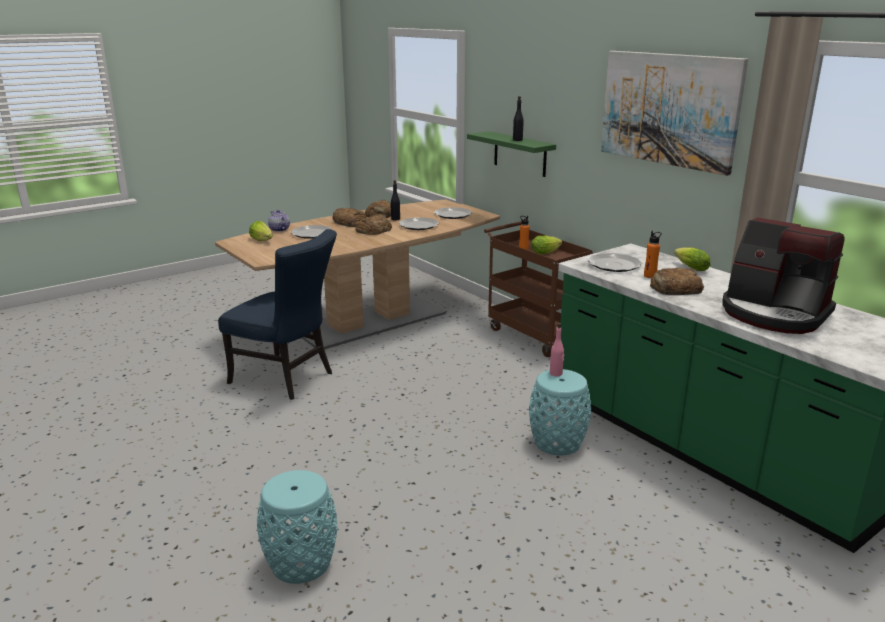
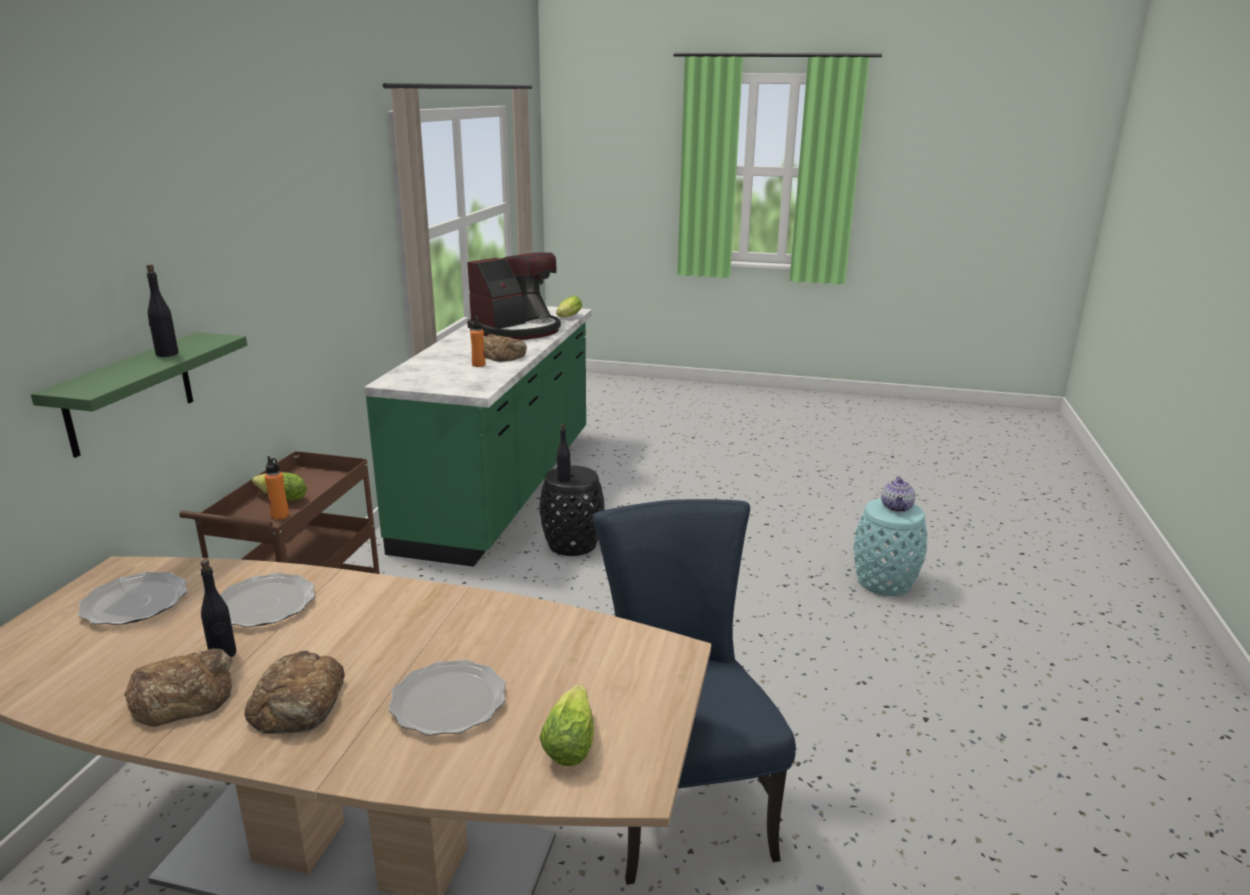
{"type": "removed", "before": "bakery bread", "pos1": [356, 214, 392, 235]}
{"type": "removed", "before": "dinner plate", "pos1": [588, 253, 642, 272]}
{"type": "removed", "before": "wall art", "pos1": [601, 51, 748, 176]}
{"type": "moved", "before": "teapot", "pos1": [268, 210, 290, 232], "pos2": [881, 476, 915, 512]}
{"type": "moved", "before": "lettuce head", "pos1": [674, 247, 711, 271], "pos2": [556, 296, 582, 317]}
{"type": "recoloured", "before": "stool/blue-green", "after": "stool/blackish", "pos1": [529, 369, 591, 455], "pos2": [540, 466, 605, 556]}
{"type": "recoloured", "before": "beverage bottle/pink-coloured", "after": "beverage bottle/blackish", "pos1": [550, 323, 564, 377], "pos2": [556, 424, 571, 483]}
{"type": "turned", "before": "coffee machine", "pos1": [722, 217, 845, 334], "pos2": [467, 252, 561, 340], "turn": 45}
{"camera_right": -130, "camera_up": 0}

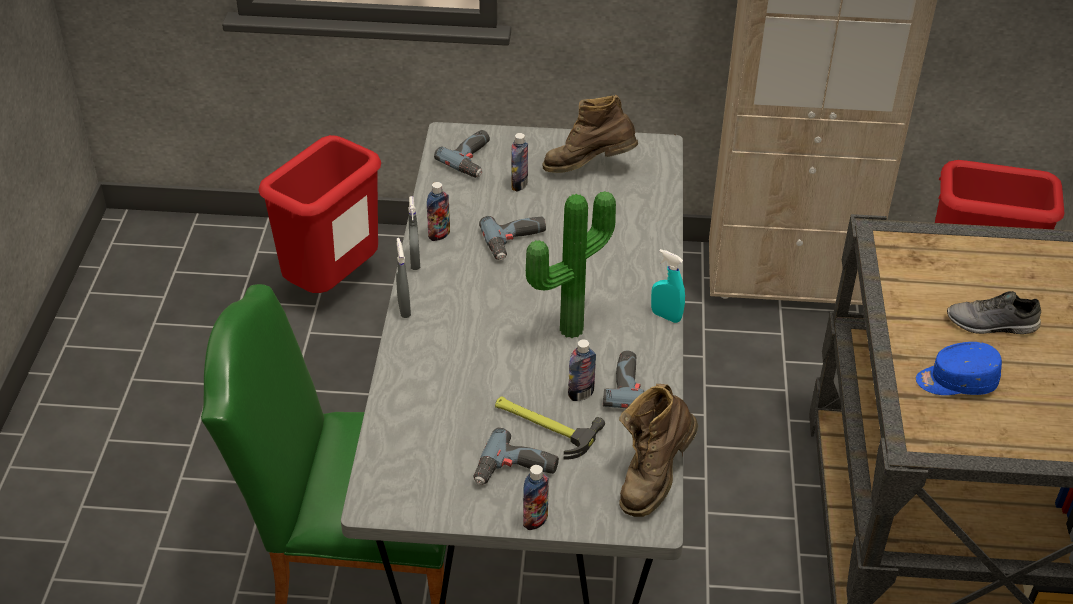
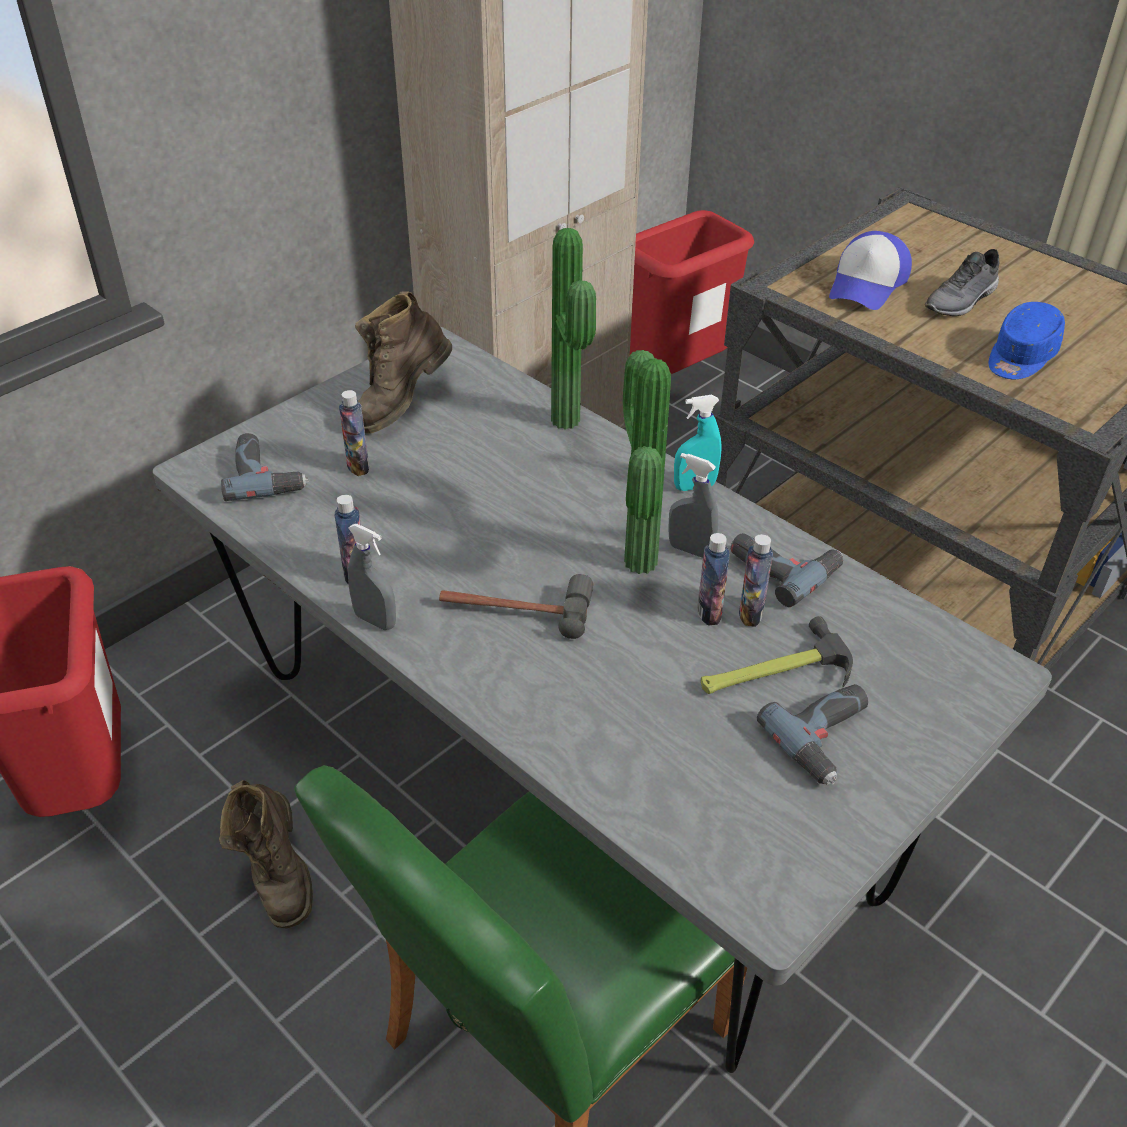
{"type": "removed", "before": "power drill", "pos1": [479, 216, 546, 260]}
{"type": "added", "after": "hammer", "pos2": [439, 574, 593, 639]}
{"type": "added", "after": "plant in a pot", "pos2": [551, 228, 596, 430]}
{"type": "added", "after": "peaked cap", "pos2": [829, 231, 912, 310]}
{"type": "moved", "before": "spray bottle/grey", "pos1": [396, 238, 411, 318], "pos2": [668, 453, 718, 558]}
{"type": "moved", "before": "beverage bottle", "pos1": [523, 465, 549, 530], "pos2": [697, 533, 730, 626]}
{"type": "moved", "before": "boot/brown", "pos1": [619, 384, 698, 517], "pos2": [219, 780, 313, 929]}
{"camera_right": -50, "camera_up": 0}

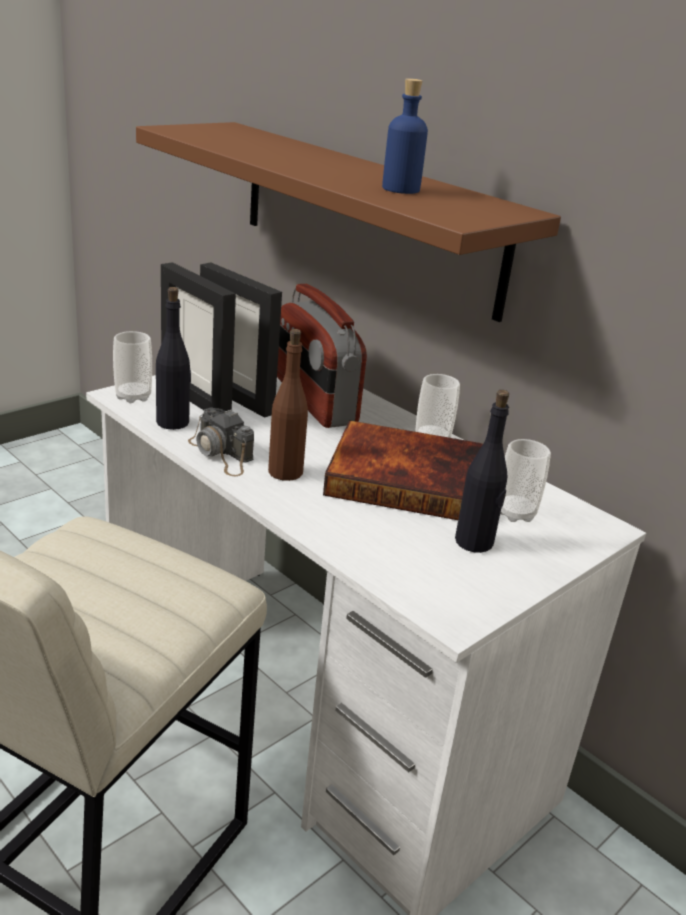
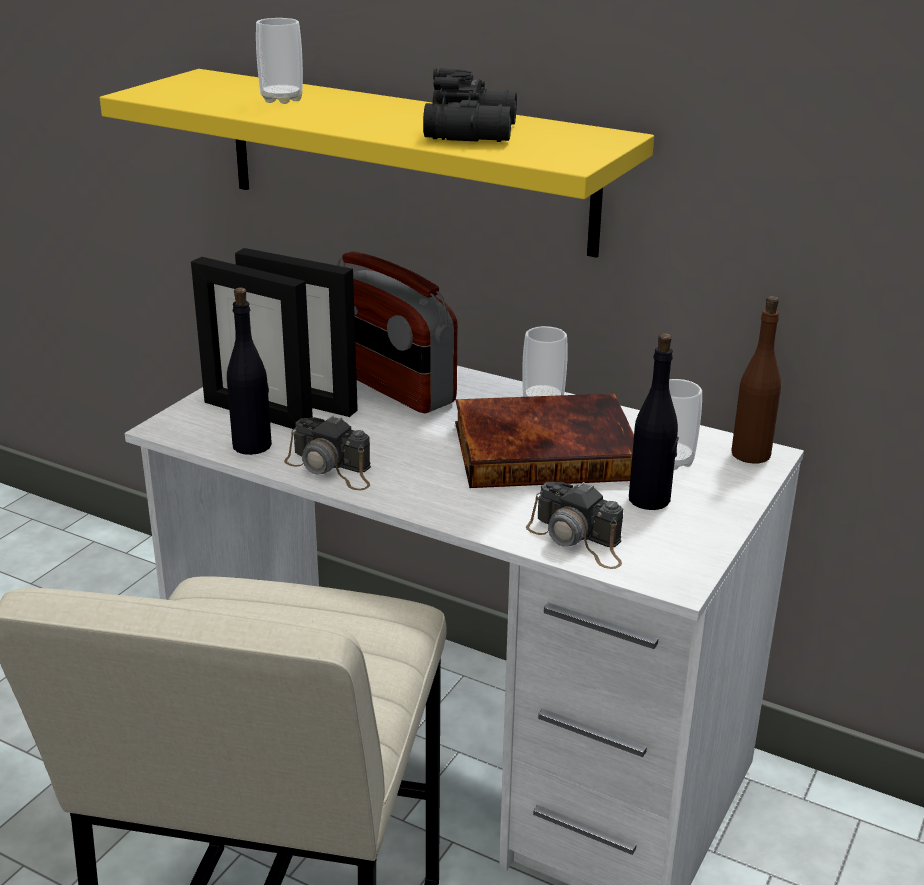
{"type": "added", "after": "photo camera", "pos2": [526, 482, 623, 569]}
{"type": "moved", "before": "drinking cup", "pos1": [113, 331, 152, 403], "pos2": [256, 18, 303, 104]}
{"type": "moved", "before": "beverage bottle/brown", "pos1": [268, 329, 308, 481], "pos2": [731, 296, 781, 464]}
{"type": "replaced", "before": "beverage bottle/blue", "after": "binoculars/blackish", "pos1": [382, 78, 428, 194], "pos2": [423, 68, 517, 142]}
{"type": "recoloured", "before": "wall shelf/brown", "after": "wall shelf/yellowish", "pos1": [136, 122, 561, 322], "pos2": [100, 69, 654, 258]}
{"camera_right": -15, "camera_up": 0}

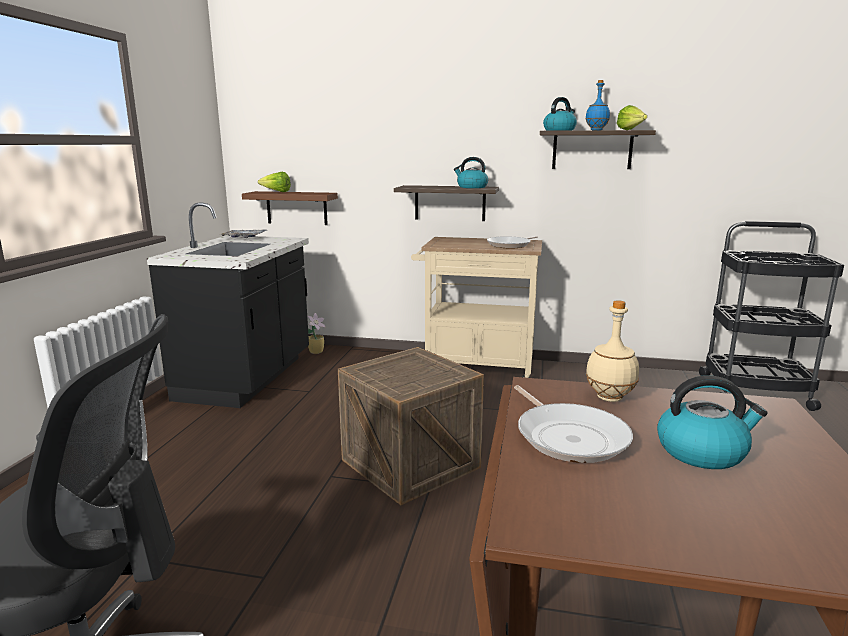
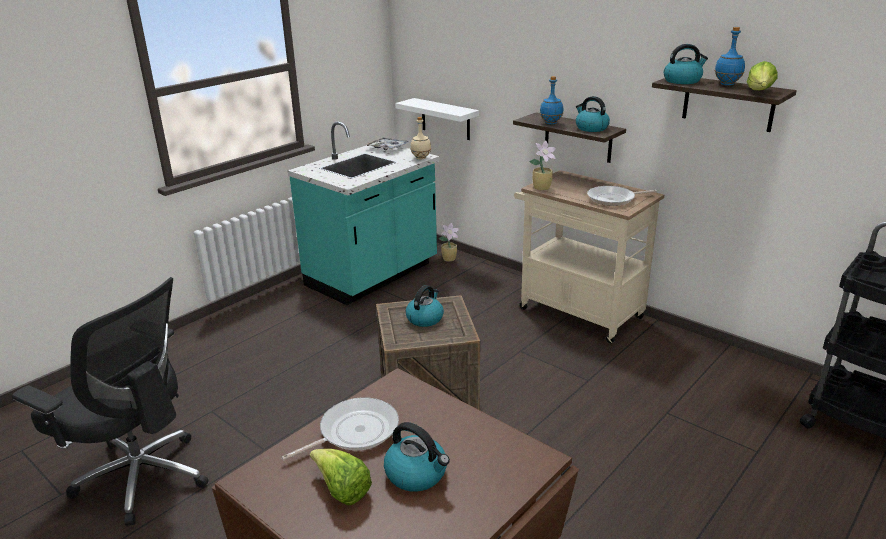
{"type": "added", "after": "water kettle", "pos2": [405, 285, 444, 327]}
{"type": "added", "after": "plant in a pot", "pos2": [529, 141, 556, 191]}
{"type": "added", "after": "beverage bottle/blue", "pos2": [540, 76, 563, 125]}
{"type": "moved", "before": "lettuce head", "pos1": [258, 172, 291, 192], "pos2": [310, 449, 372, 505]}
{"type": "moved", "before": "beverage bottle/beige-coloured", "pos1": [586, 300, 639, 402], "pos2": [411, 117, 431, 160]}
{"type": "recoloured", "before": "kitchen counter/blackish", "after": "kitchen counter/blue-green", "pos1": [147, 202, 309, 408], "pos2": [288, 122, 439, 305]}
{"type": "recoloured", "before": "wall shelf/brown", "after": "wall shelf/whitish", "pos1": [242, 191, 338, 225], "pos2": [395, 98, 479, 140]}
{"type": "turned", "before": "frying pan", "pos1": [514, 385, 633, 463], "pos2": [282, 397, 399, 460], "turn": -135}
{"camera_right": 30, "camera_up": 10}

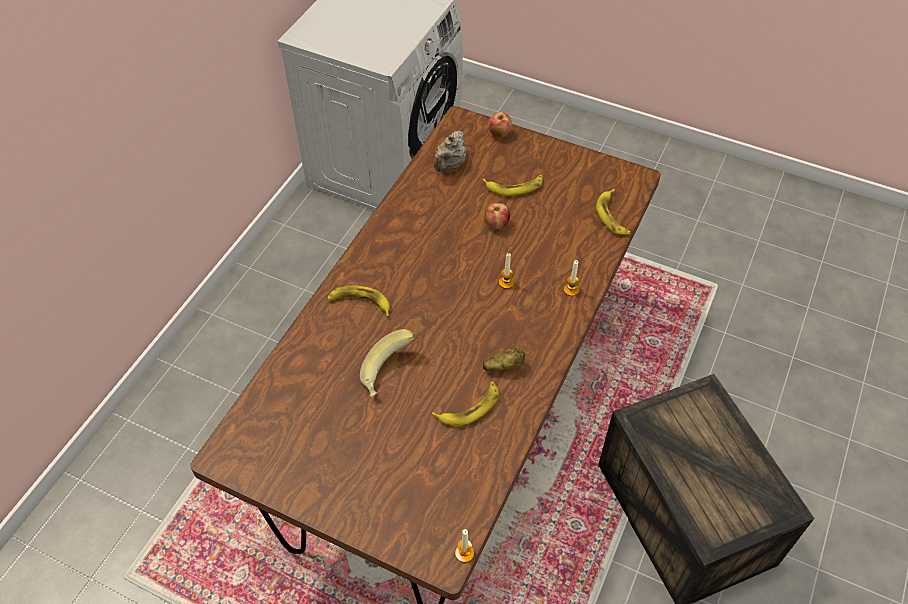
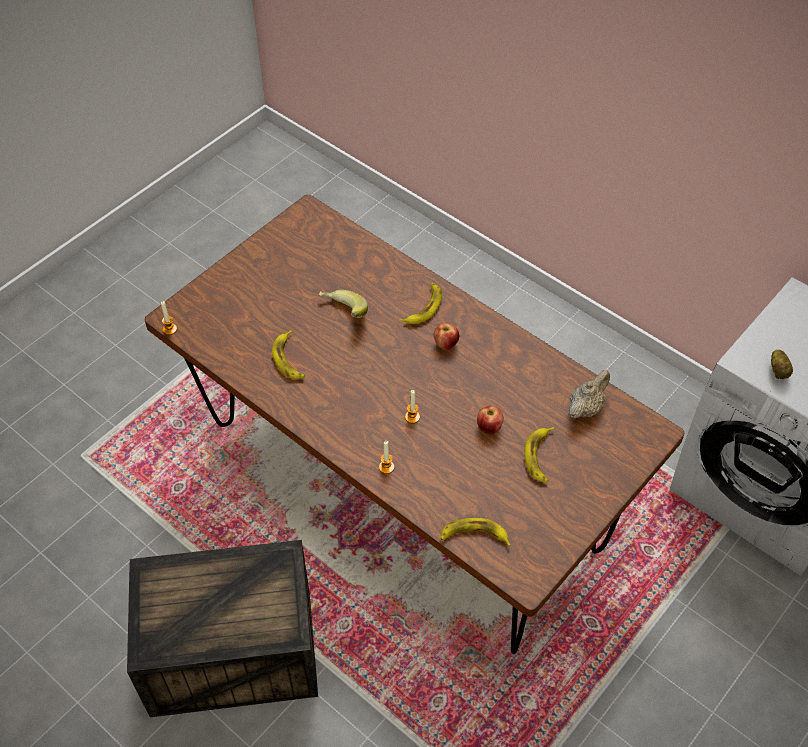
{"type": "moved", "before": "spud", "pos1": [483, 348, 525, 372], "pos2": [771, 350, 793, 379]}
{"type": "moved", "before": "apple", "pos1": [488, 112, 512, 138], "pos2": [434, 323, 459, 350]}
{"type": "turned", "before": "teapot/beige-coloured", "pos1": [434, 131, 466, 172], "pos2": [569, 370, 610, 419], "turn": 90}
{"camera_right": 105, "camera_up": 0}

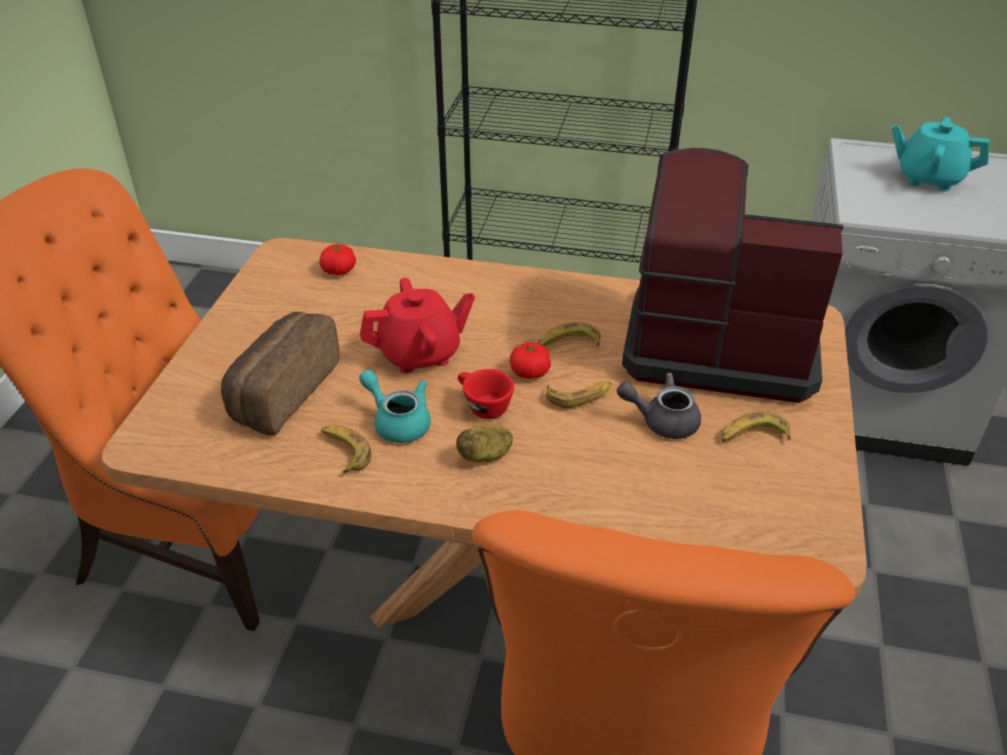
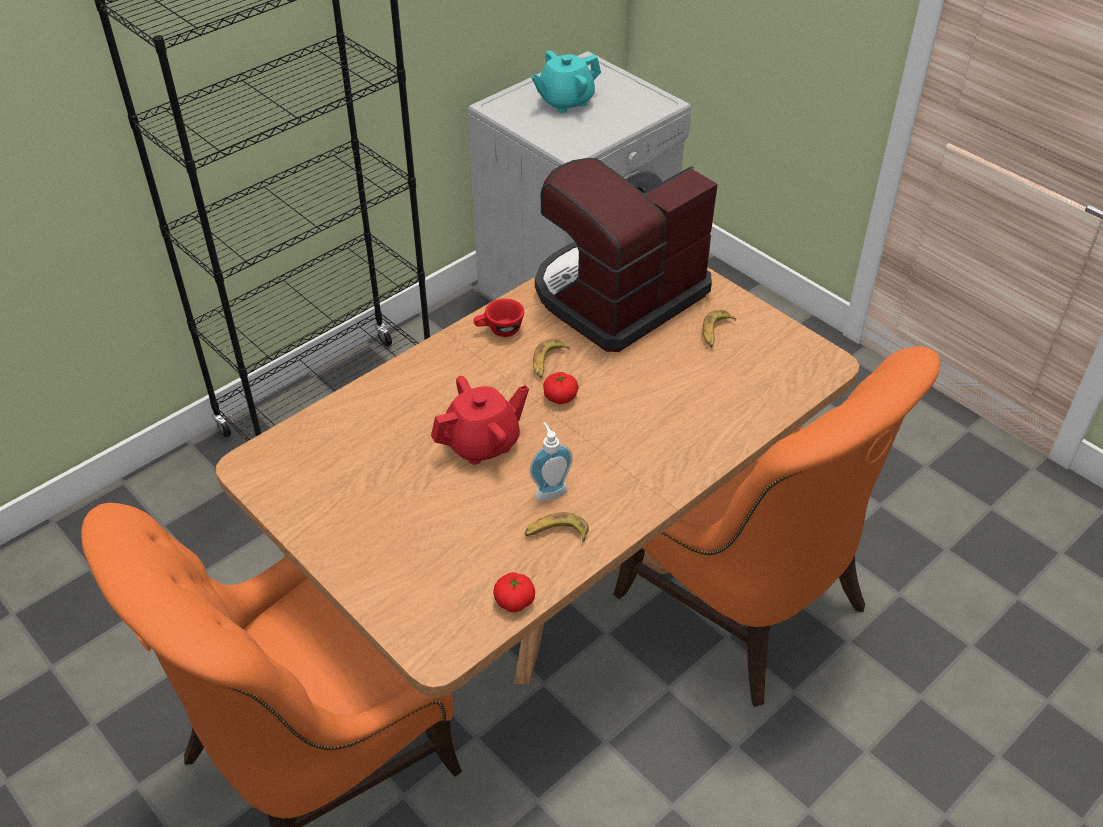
{"type": "removed", "before": "bakery bread", "pos1": [221, 312, 340, 436]}
{"type": "removed", "before": "spud", "pos1": [456, 426, 513, 462]}
{"type": "removed", "before": "whole banana", "pos1": [546, 381, 612, 408]}
{"type": "removed", "before": "teapot/grey", "pos1": [617, 373, 701, 439]}
{"type": "moved", "before": "tomato", "pos1": [319, 244, 356, 275], "pos2": [493, 572, 535, 612]}
{"type": "moved", "before": "drinking cup/red-coloured", "pos1": [458, 369, 514, 419], "pos2": [474, 298, 524, 337]}
{"type": "replaced", "before": "teapot/blue-green", "after": "soap dispenser", "pos1": [359, 370, 431, 443], "pos2": [530, 422, 573, 501]}
{"type": "turned", "before": "teapot/red-coloured", "pos1": [360, 278, 475, 373], "pos2": [431, 376, 529, 465], "turn": 45}
{"camera_right": -55, "camera_up": 5}

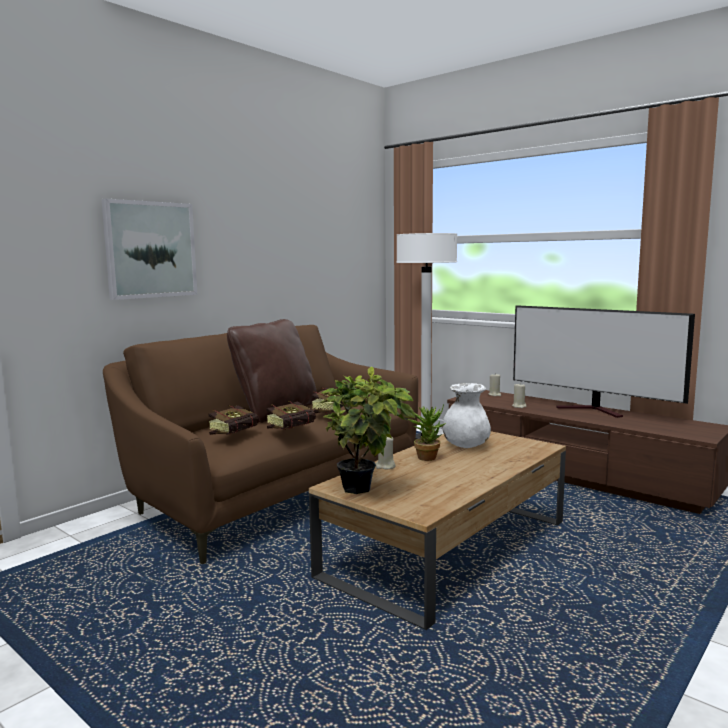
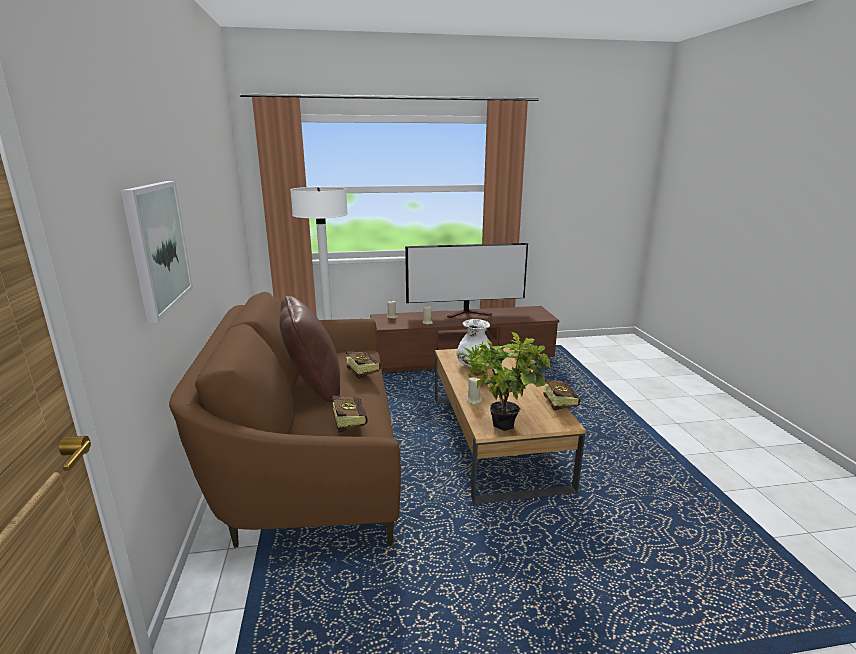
{"type": "moved", "before": "volume", "pos1": [266, 401, 316, 429], "pos2": [543, 378, 580, 411]}
{"camera_right": -50, "camera_up": 10}

